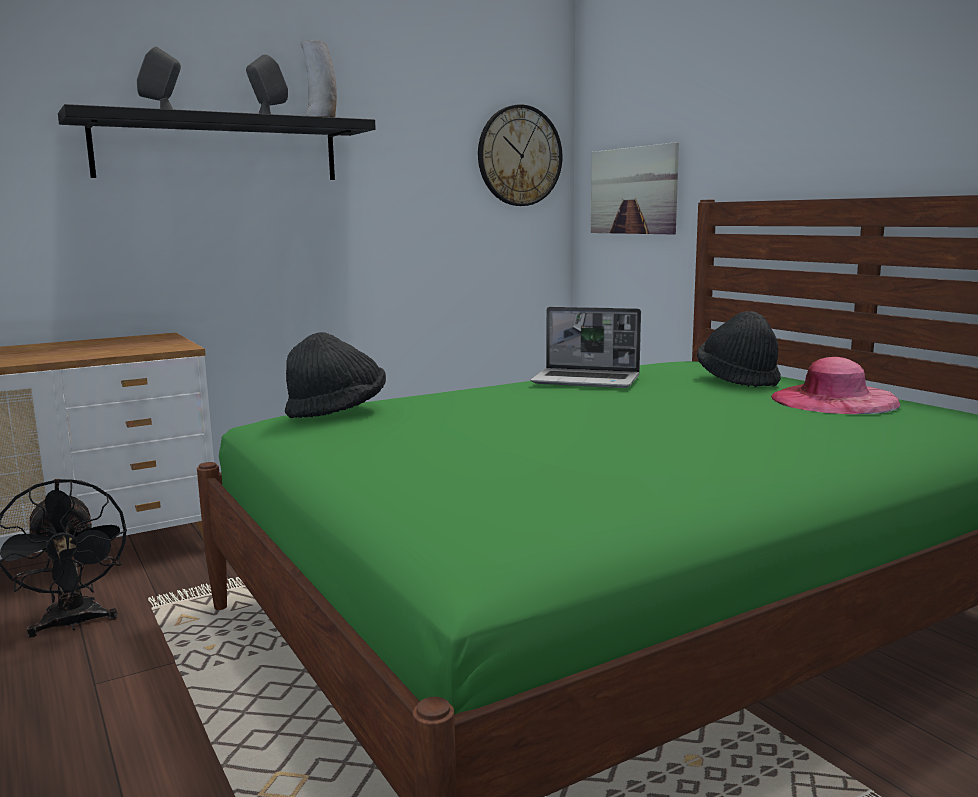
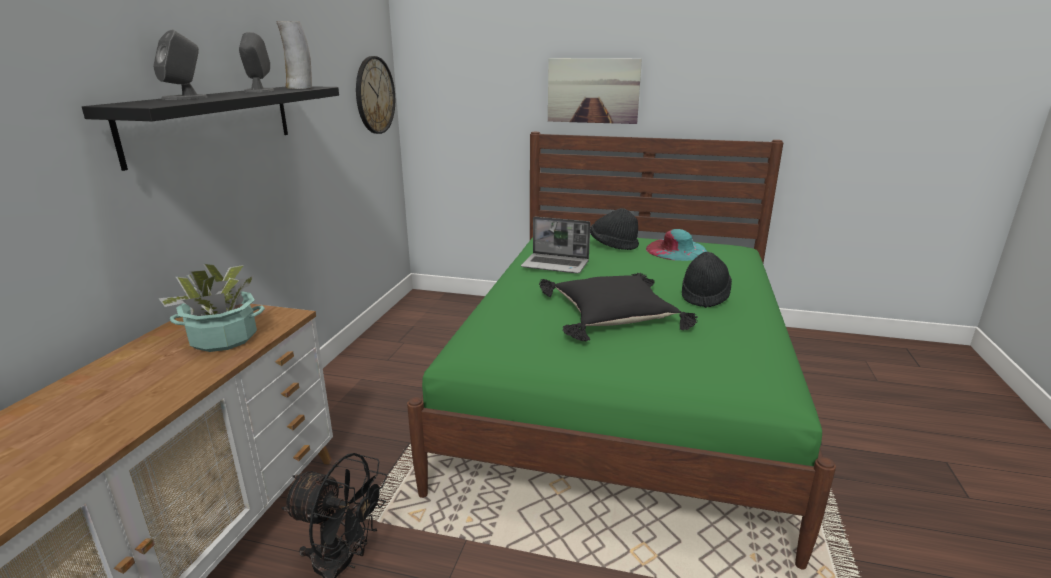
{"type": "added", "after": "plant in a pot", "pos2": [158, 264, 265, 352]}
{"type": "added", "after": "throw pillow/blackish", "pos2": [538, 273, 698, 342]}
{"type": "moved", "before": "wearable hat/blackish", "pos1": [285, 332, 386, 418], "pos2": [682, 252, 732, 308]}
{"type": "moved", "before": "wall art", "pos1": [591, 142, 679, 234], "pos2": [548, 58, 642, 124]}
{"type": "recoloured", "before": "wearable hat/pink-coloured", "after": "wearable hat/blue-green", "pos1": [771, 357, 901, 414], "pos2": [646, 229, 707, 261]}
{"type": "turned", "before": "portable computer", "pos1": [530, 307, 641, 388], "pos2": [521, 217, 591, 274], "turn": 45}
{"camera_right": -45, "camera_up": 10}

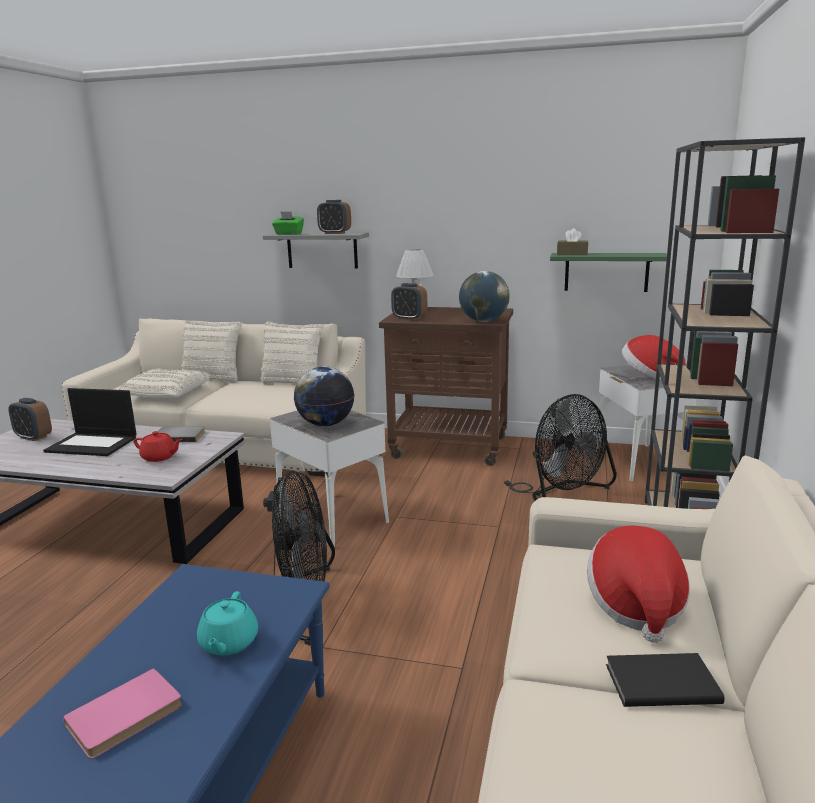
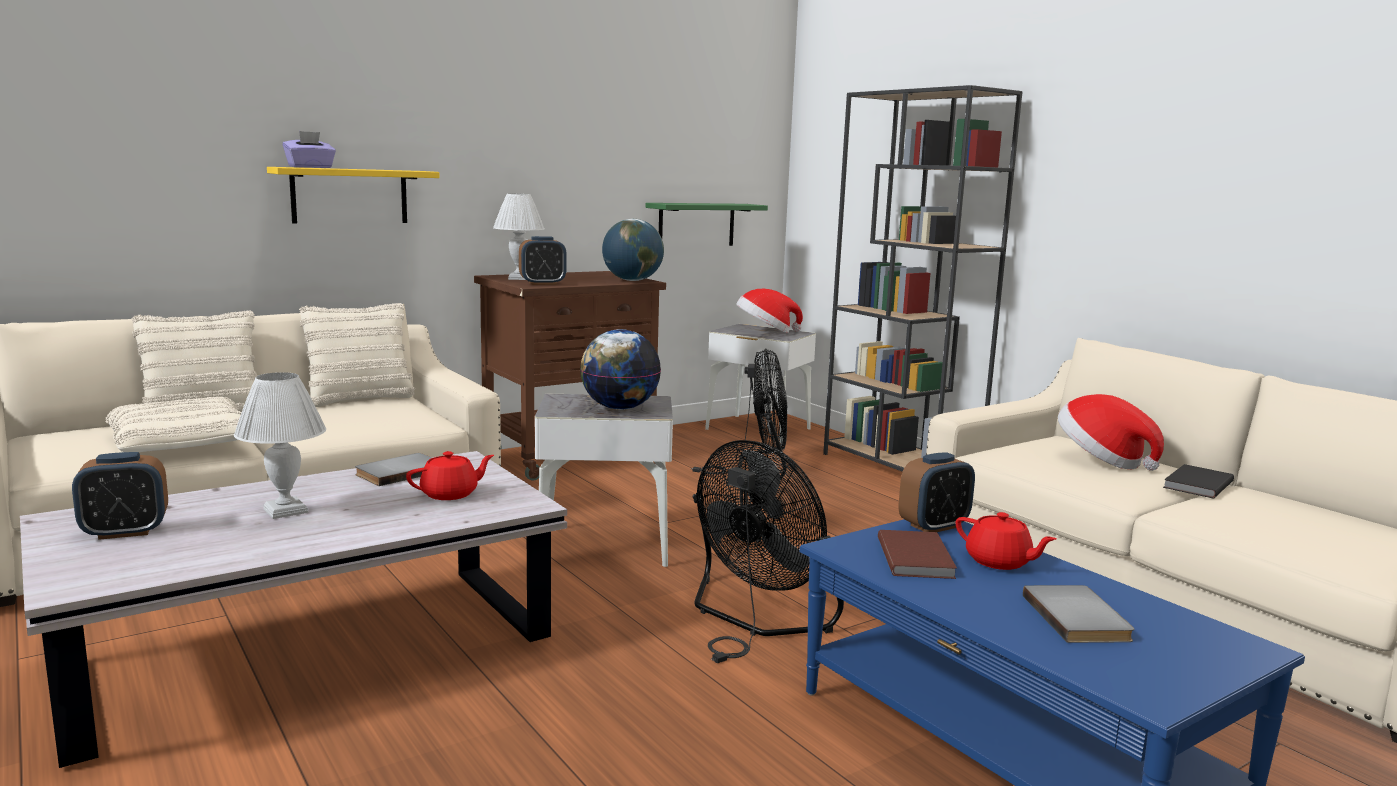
{"type": "removed", "before": "box of tissues/brown", "pos1": [557, 228, 588, 255]}
{"type": "added", "after": "volume/brown", "pos2": [878, 530, 957, 579]}
{"type": "moved", "before": "bedside clock", "pos1": [317, 200, 351, 234], "pos2": [899, 452, 975, 532]}
{"type": "replaced", "before": "portable computer", "after": "lamp for a table/whitish", "pos1": [43, 388, 137, 456], "pos2": [234, 372, 326, 519]}
{"type": "recoloured", "before": "volume/pink-coloured", "after": "volume/grey", "pos1": [63, 668, 182, 759], "pos2": [1023, 585, 1135, 643]}
{"type": "recoloured", "before": "teapot/blue-green", "after": "teapot/red-coloured", "pos1": [197, 591, 258, 656], "pos2": [956, 512, 1057, 570]}
{"type": "recoloured", "before": "wall shelf/grey", "after": "wall shelf/yellowish", "pos1": [263, 233, 369, 268], "pos2": [267, 167, 440, 223]}
{"type": "recoloured", "before": "box of tissues/green", "after": "box of tissues/purple-coloured", "pos1": [272, 211, 304, 235], "pos2": [283, 131, 336, 168]}
{"camera_right": -50, "camera_up": -5}

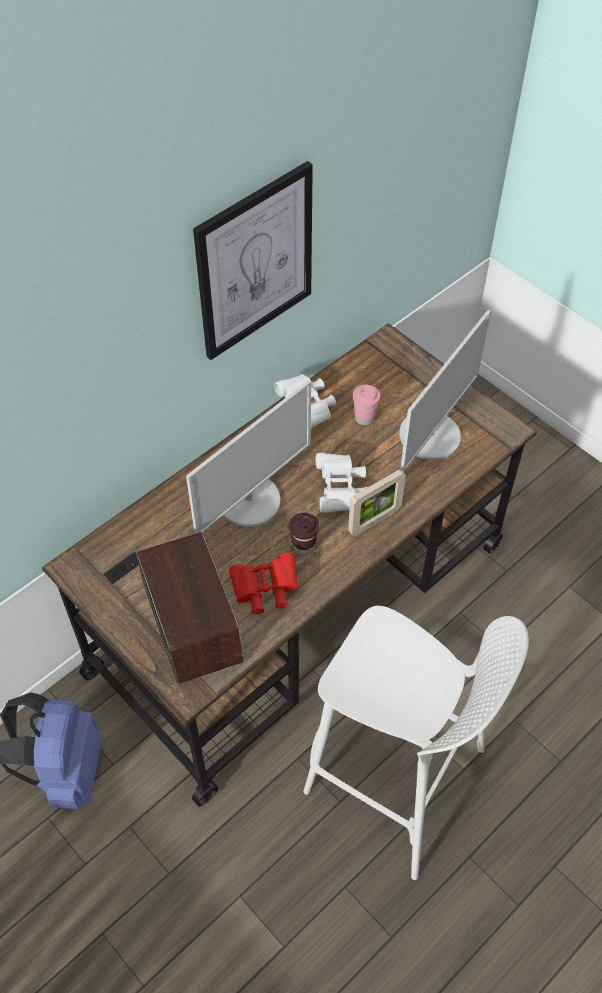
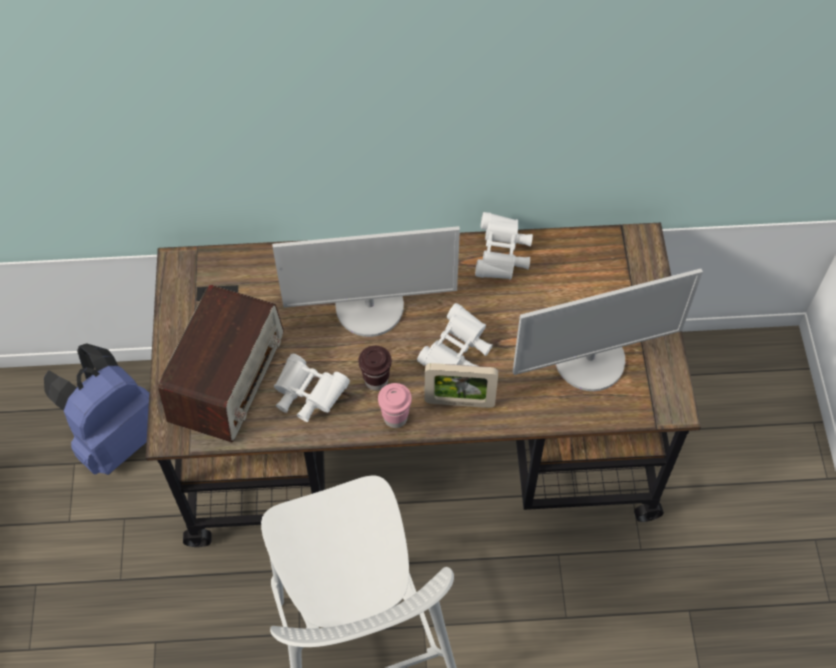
{"type": "removed", "before": "wall art", "pos1": [193, 161, 313, 360]}
{"type": "moved", "before": "drinking cup/pink-coloured", "pos1": [353, 385, 380, 425], "pos2": [378, 383, 412, 428]}
{"type": "recoloured", "before": "binoculars/red-coloured", "after": "binoculars/whitish", "pos1": [229, 552, 298, 614], "pos2": [274, 354, 350, 422]}
{"camera_right": 40, "camera_up": 5}

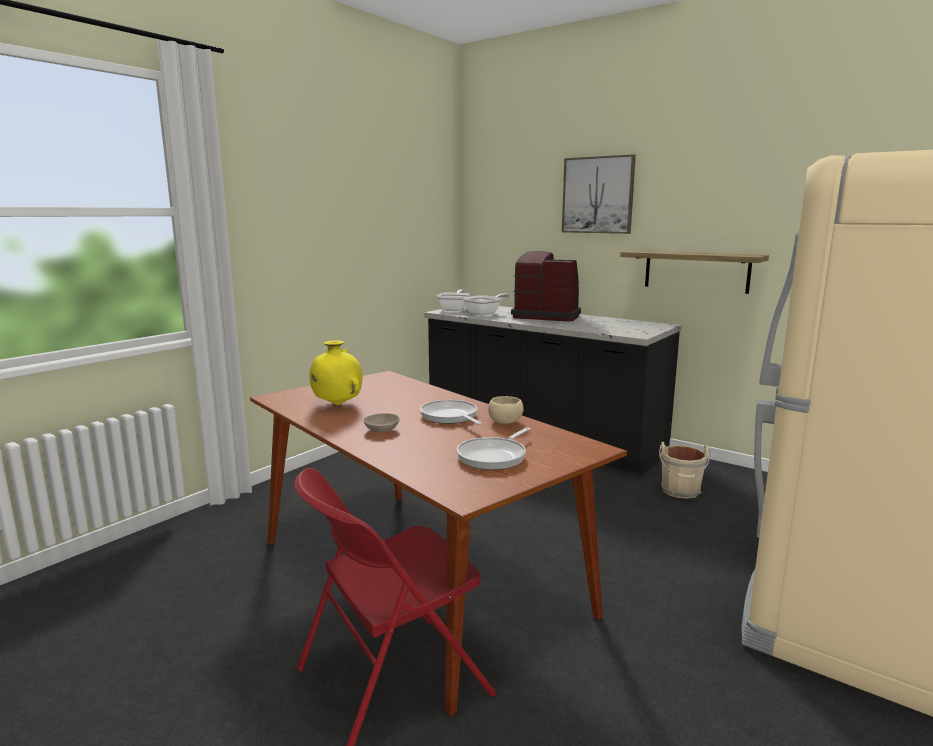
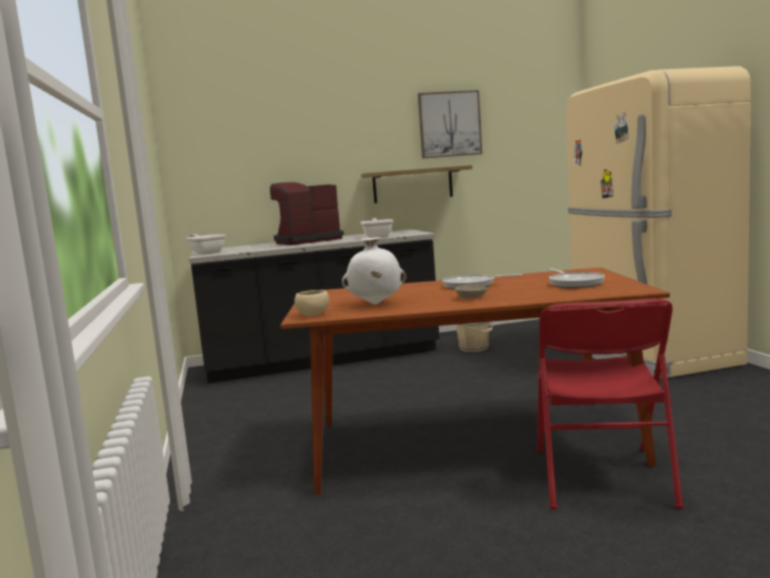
{"type": "moved", "before": "frying pan", "pos1": [463, 294, 510, 316], "pos2": [361, 218, 394, 238]}
{"type": "moved", "before": "deep dish/beige-coloured", "pos1": [488, 396, 523, 424], "pos2": [295, 290, 329, 316]}
{"type": "moved", "before": "wall art", "pos1": [562, 154, 636, 234], "pos2": [418, 90, 482, 159]}
{"type": "recoloured", "before": "vase/yellowish", "after": "vase/whitish", "pos1": [310, 340, 363, 405], "pos2": [342, 237, 406, 305]}
{"camera_right": -50, "camera_up": -5}

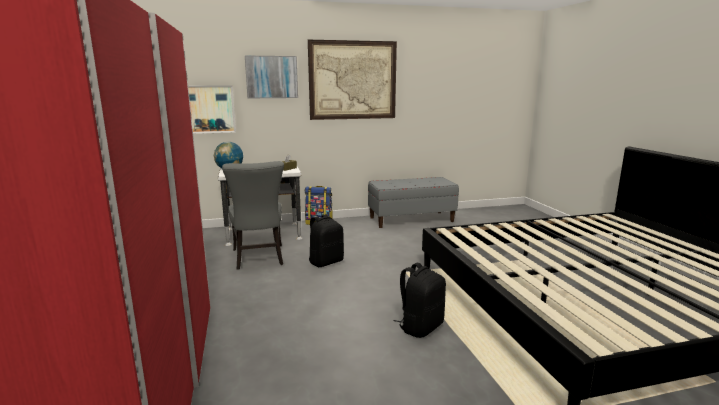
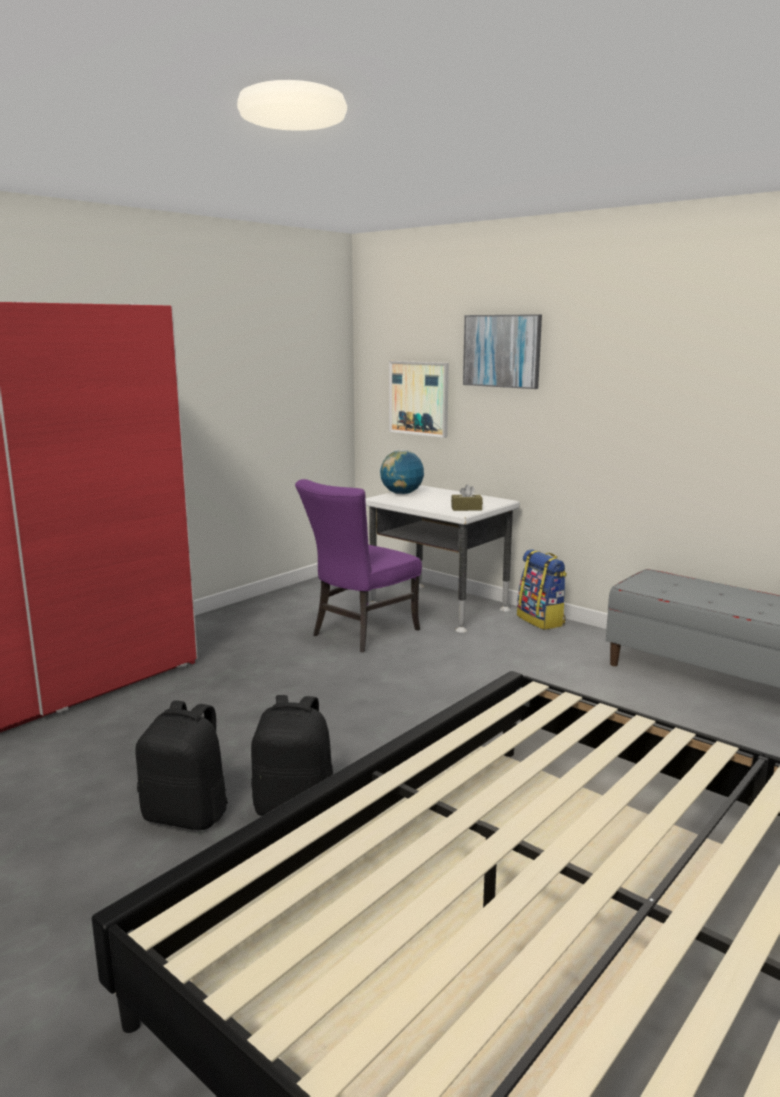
{"type": "removed", "before": "wall art", "pos1": [308, 40, 397, 120]}
{"type": "moved", "before": "rucksack/blackish", "pos1": [309, 214, 344, 267], "pos2": [135, 700, 228, 830]}
{"type": "recoloured", "before": "upright chair/grey", "after": "upright chair/purple-coloured", "pos1": [222, 161, 284, 270], "pos2": [295, 479, 422, 652]}
{"camera_right": 55, "camera_up": 0}

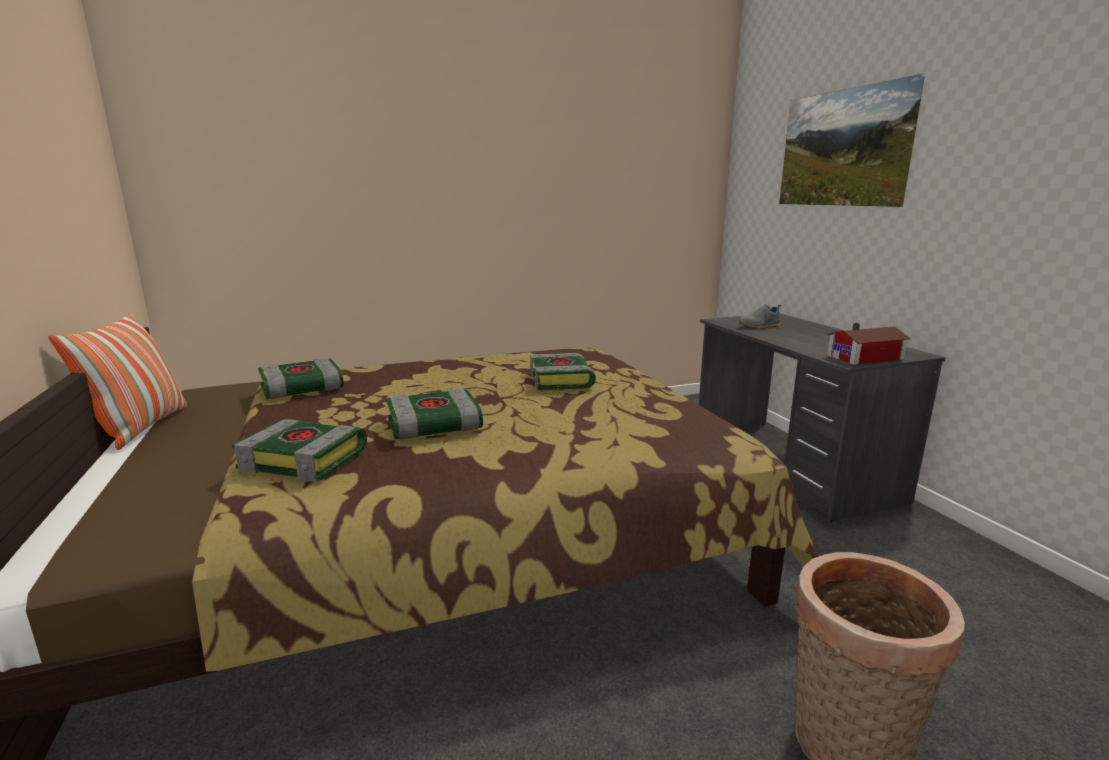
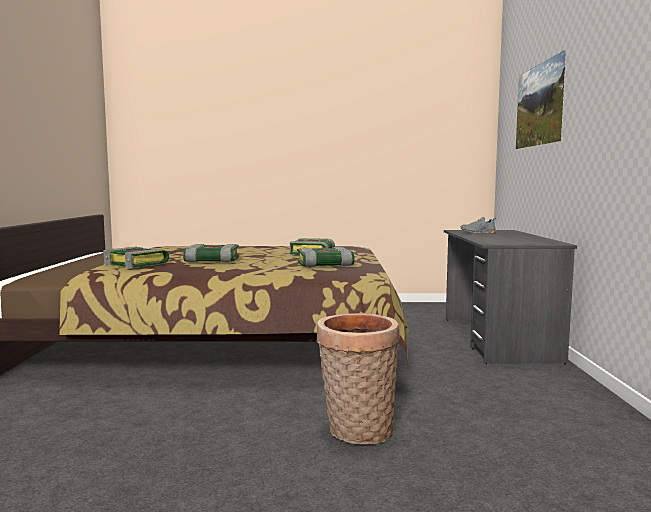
{"type": "removed", "before": "throw pillow", "pos1": [48, 313, 187, 450]}
{"type": "removed", "before": "miniature house", "pos1": [827, 323, 911, 365]}
{"type": "moved", "before": "volume", "pos1": [258, 358, 344, 399], "pos2": [297, 247, 354, 267]}
{"camera_right": 20, "camera_up": -10}

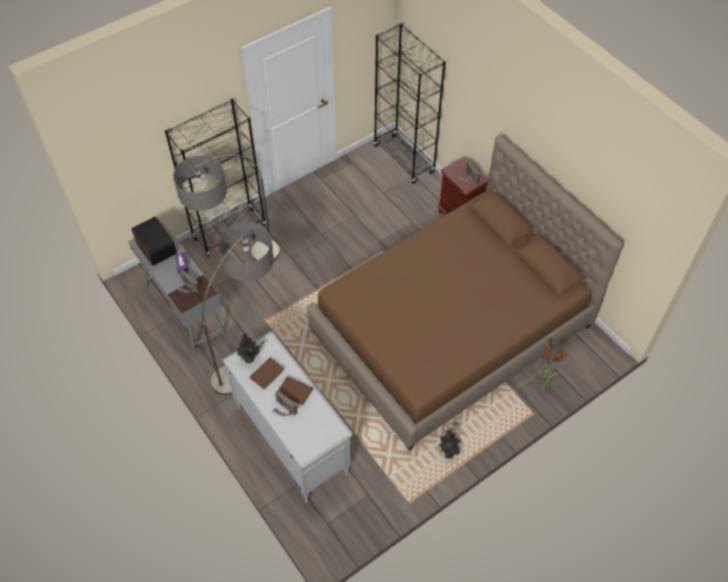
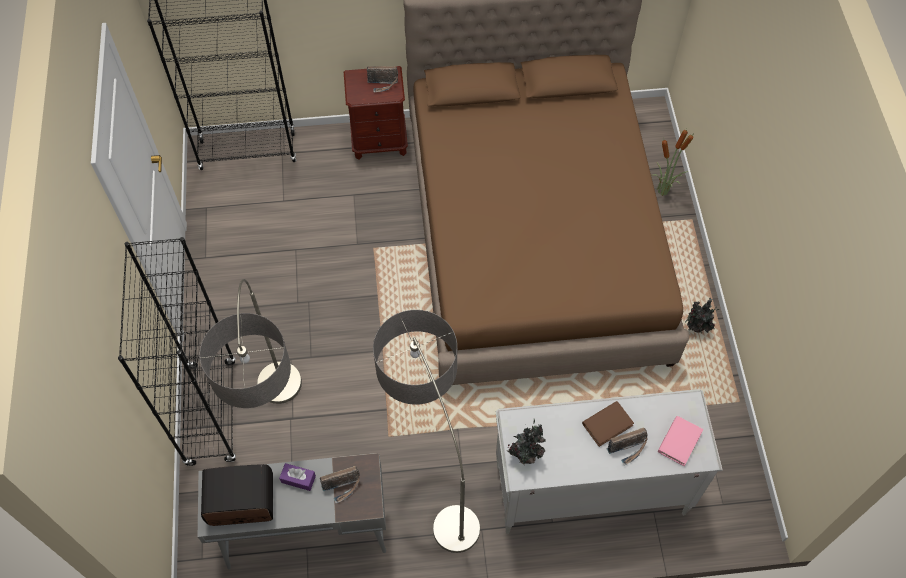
{"type": "removed", "before": "volume/brown", "pos1": [250, 358, 284, 390]}
{"type": "added", "after": "volume/pink-coloured", "pos2": [658, 416, 703, 466]}
{"camera_right": -60, "camera_up": 5}

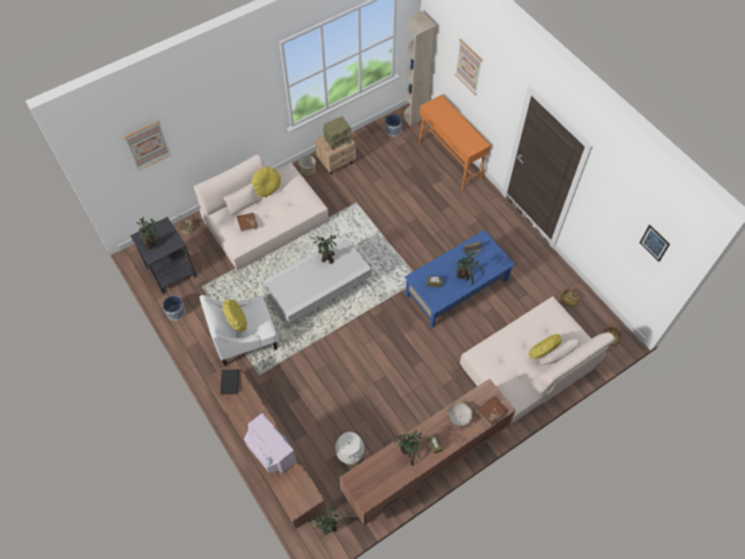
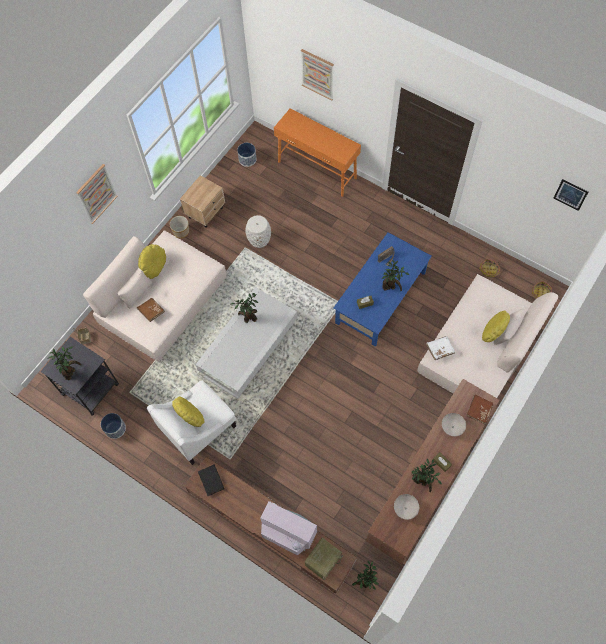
{"type": "removed", "before": "bookshelf/beige-coloured", "pos1": [404, 11, 437, 126]}
{"type": "added", "after": "deep dish/whitish", "pos2": [394, 494, 419, 520]}
{"type": "added", "after": "volume/whitish", "pos2": [426, 336, 455, 360]}
{"type": "moved", "before": "wall art", "pos1": [124, 120, 171, 171], "pos2": [76, 164, 118, 224]}
{"type": "moved", "before": "radio", "pos1": [323, 116, 353, 150], "pos2": [305, 538, 343, 580]}
{"type": "moved", "before": "stool/whitish", "pos1": [335, 432, 364, 465], "pos2": [246, 215, 271, 248]}
{"camera_right": -20, "camera_up": 5}

